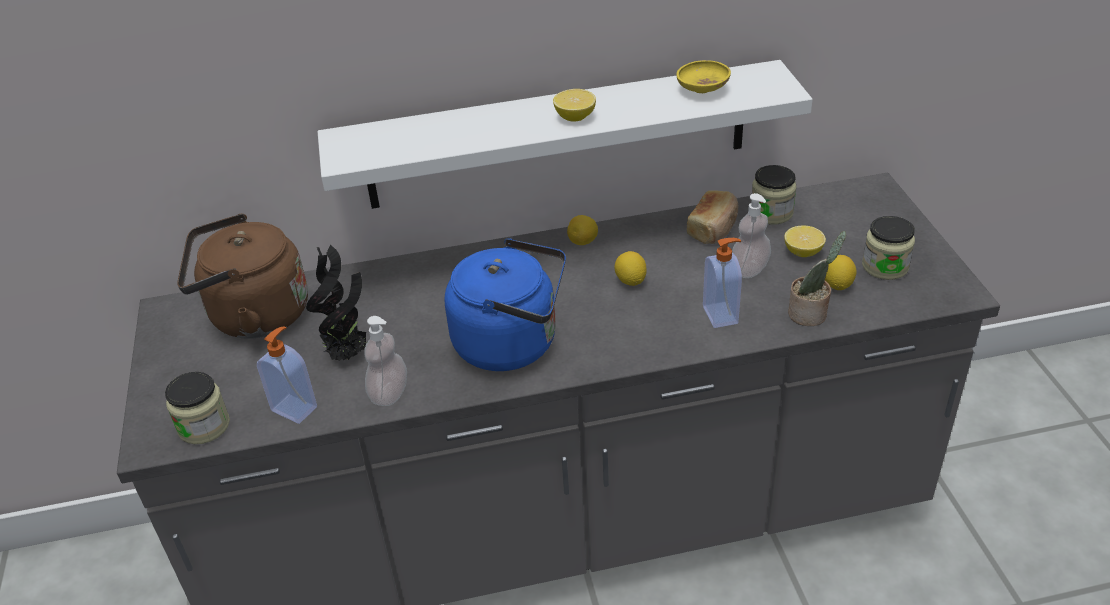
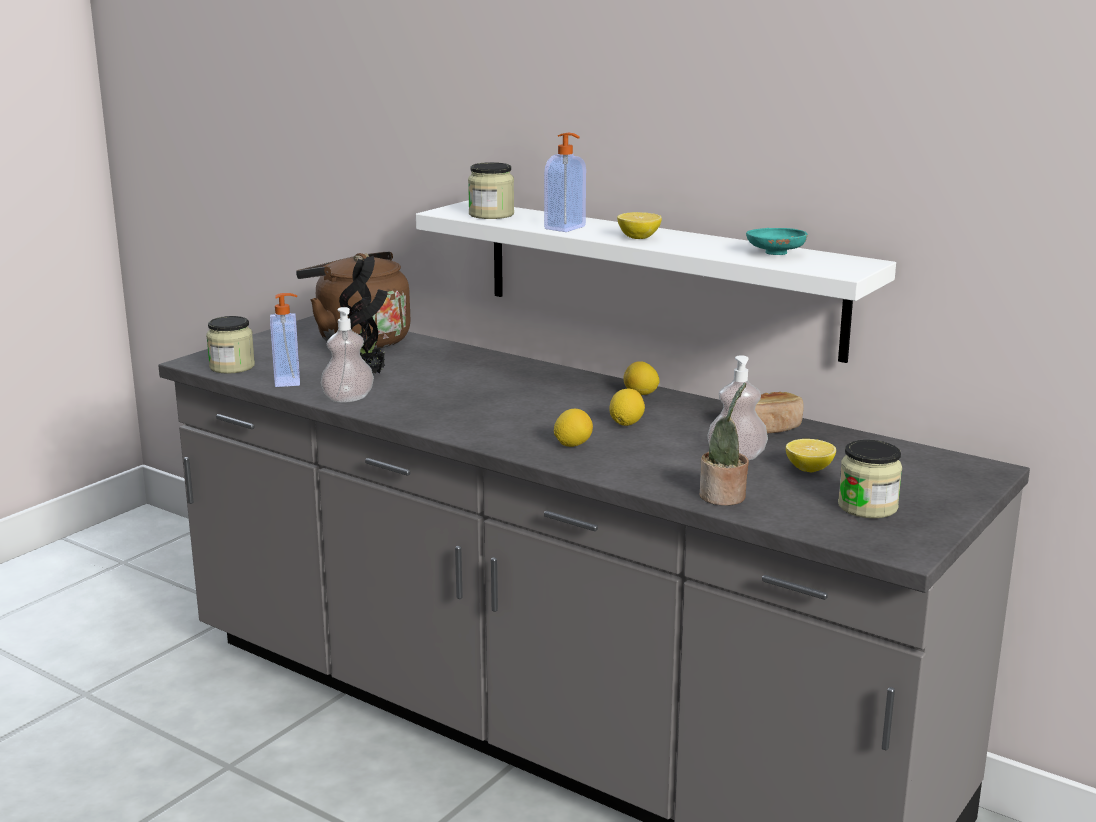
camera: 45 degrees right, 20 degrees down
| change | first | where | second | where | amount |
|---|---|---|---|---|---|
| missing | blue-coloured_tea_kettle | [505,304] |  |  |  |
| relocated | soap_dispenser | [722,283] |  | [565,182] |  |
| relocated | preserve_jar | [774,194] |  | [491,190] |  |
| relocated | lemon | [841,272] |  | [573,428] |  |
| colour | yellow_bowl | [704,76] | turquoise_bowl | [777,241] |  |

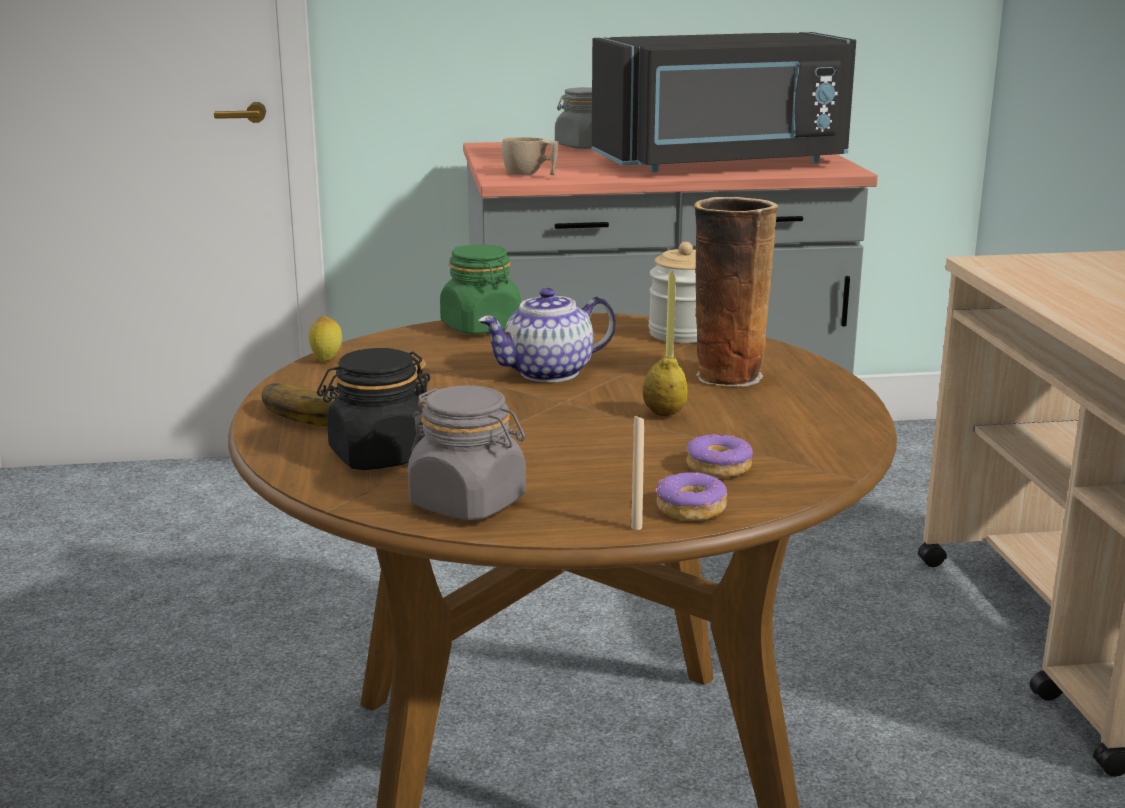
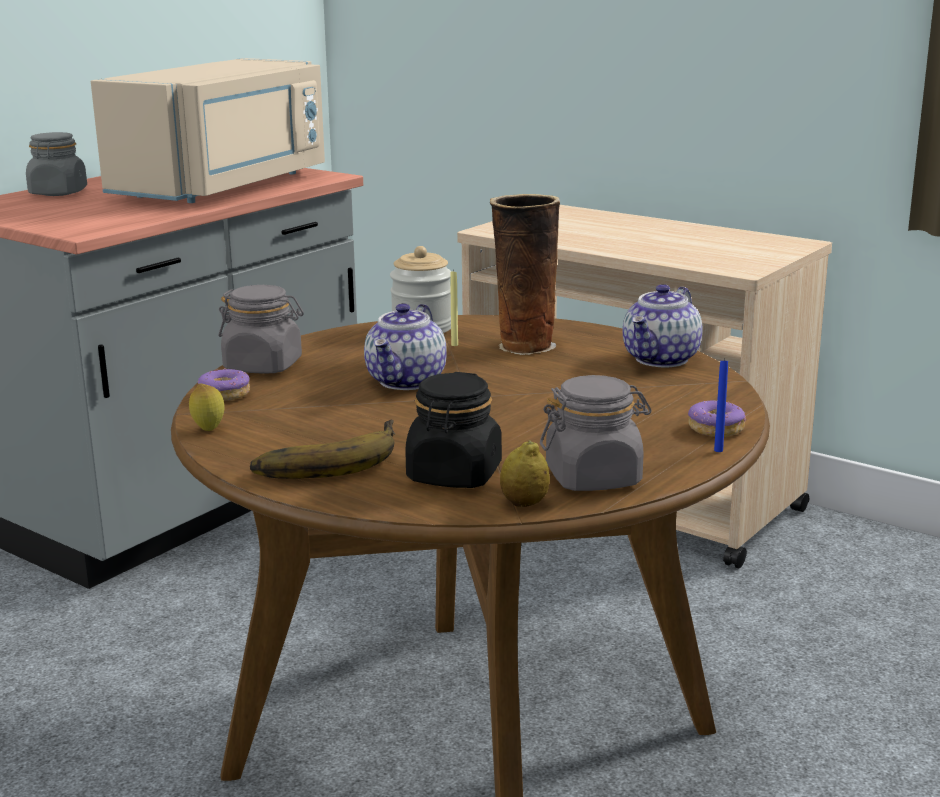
camera: 45 degrees left, 0 degrees up
| change | first | where | second | where | amount |
|---|---|---|---|---|---|
| missing | sand-coloured_cup | [530,156] |  |  |  |
| appeared |  |  | teapot | [663,325] |  |
| relocated | lemon | [665,385] |  | [525,473] |  |
| relocated | donut | [719,456] |  | [224,384] |  |
| colour | greenish_preserve_jar | [480,289] | grey_preserve_jar | [261,329] |  |
| colour | blackish_microwave | [724,102] | sand-coloured_microwave | [208,130] |  |
| colour | sand-coloured_wax_candle | [637,472] | blue-coloured_wax_candle | [721,405] |  |

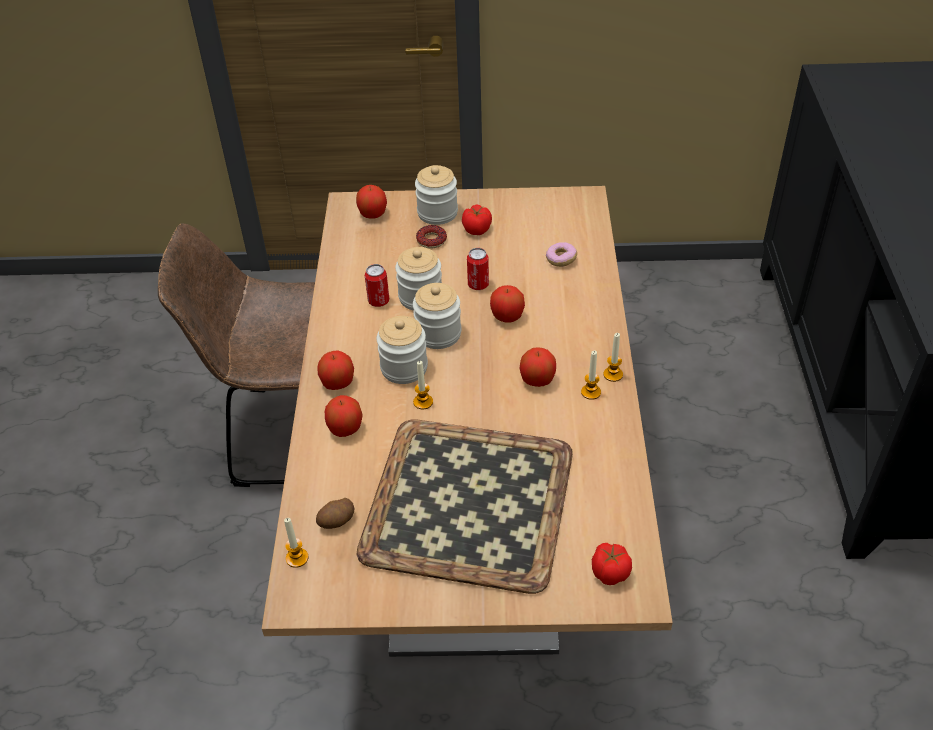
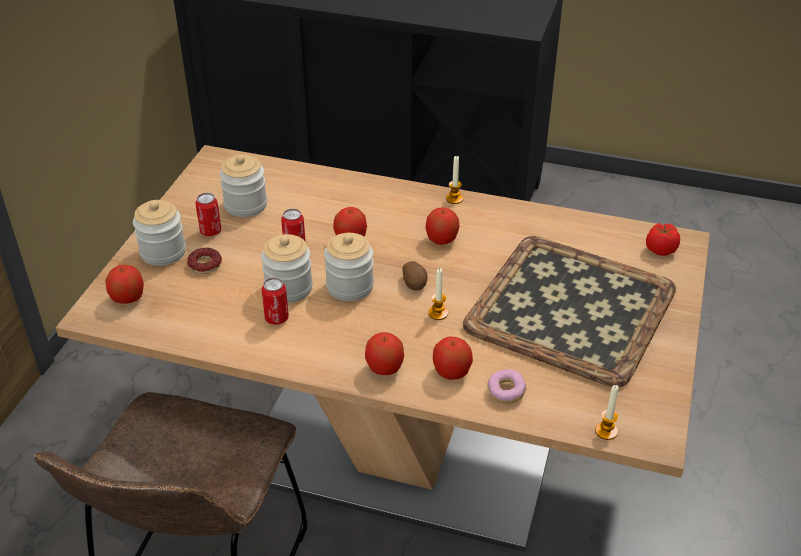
camera: 75 degrees left, 5 degrees down
| change | first | where | second | where | amount |
|---|---|---|---|---|---|
| missing | wax_candle | [591,375] |  |  |  |
| relocated | spud | [335,513] |  | [415,275] |  |
| relocated | preserve_jar | [402,350] |  | [243,186] |  |
| relocated | donut | [561,254] |  | [507,386] |  |
| exchanged | whole_tomato | [477,219] | metal_can | [208,214] |  |

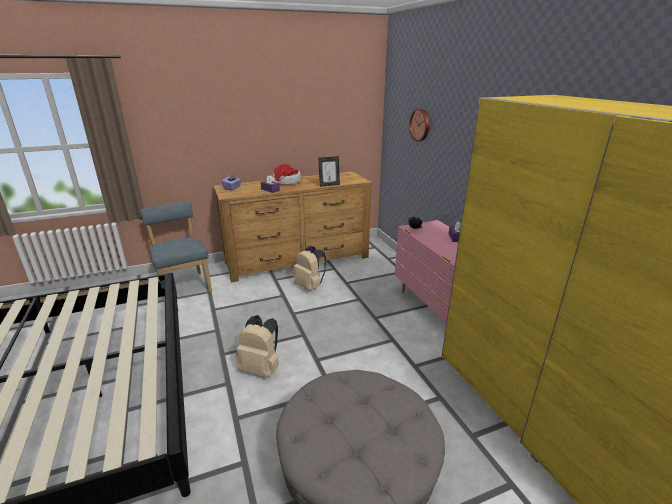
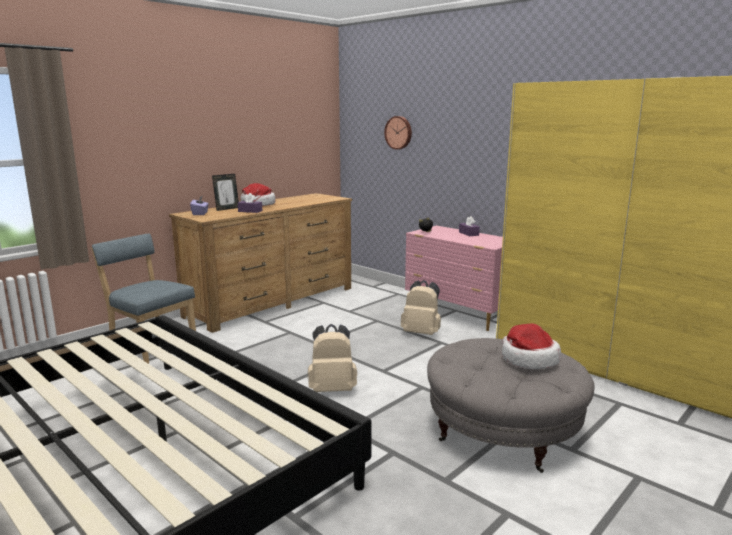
camera: 25 degrees left, 10 degrees down
| change | first | where | second | where | amount |
|---|---|---|---|---|---|
| appeared |  |  | clothing_hat | [531,346] |  |
| relocated | sand-coloured_rucksack | [309,268] |  | [421,307] |  |
| relocated | picture_frame | [329,171] |  | [225,192] |  |

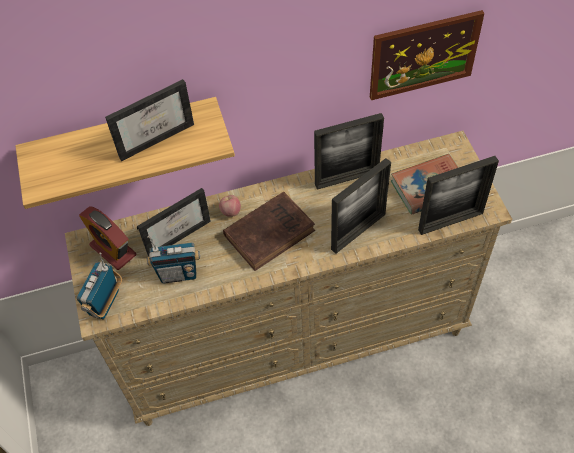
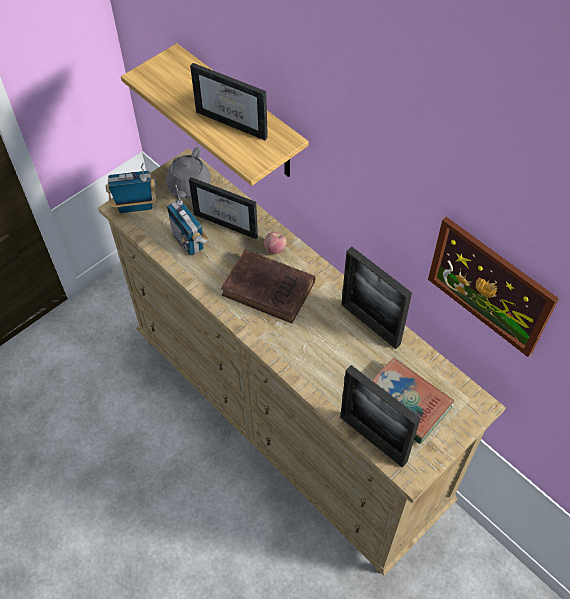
camera: 60 degrees right, 0 degrees up
| change | first | where | second | where | amount |
|---|---|---|---|---|---|
| missing | picture_frame | [361,206] |  |  |  |
| exchanged | alarm_clock | [107,238] | grey_teapot | [188,173] |  |

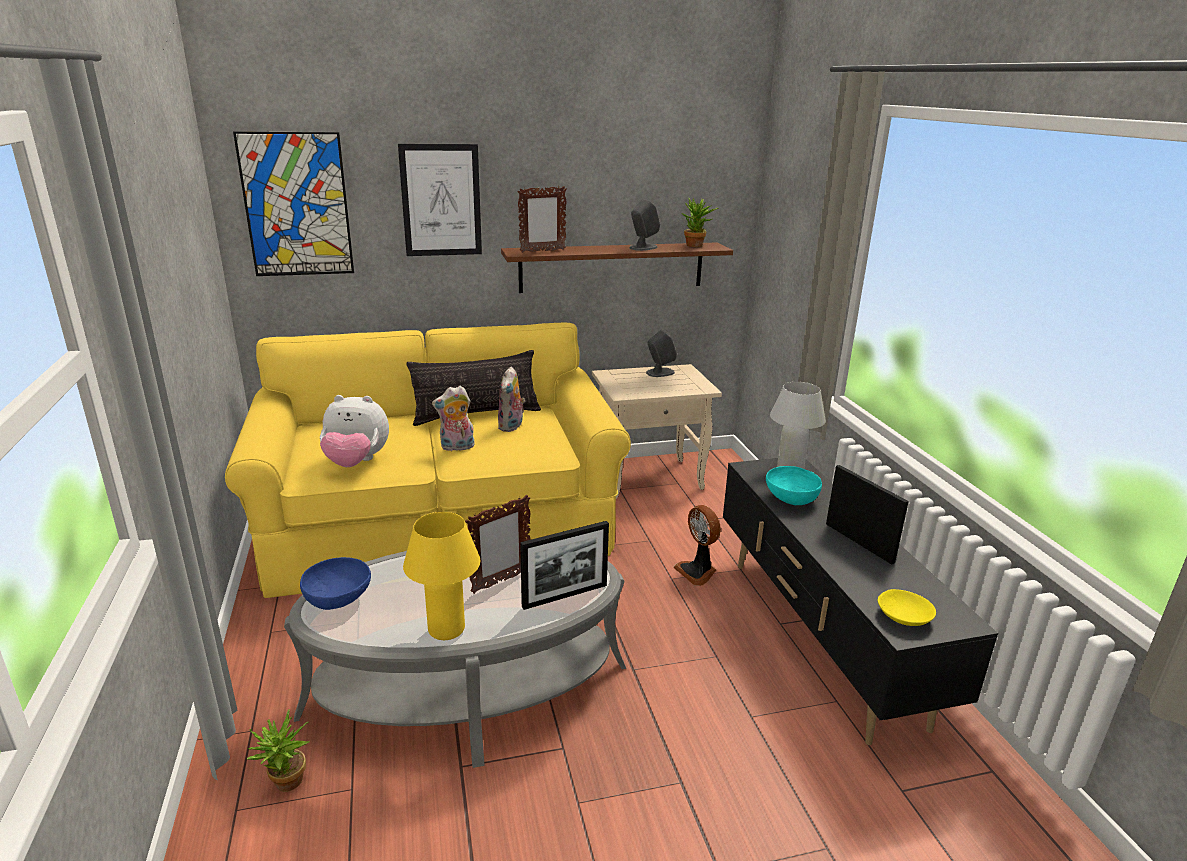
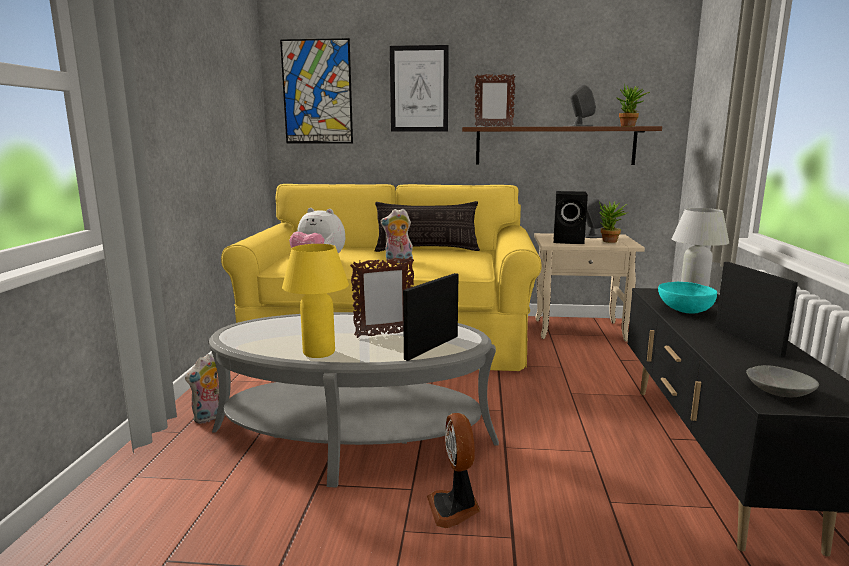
camera: 20 degrees right, 10 degrees down
| change | first | where | second | where | amount |
|---|---|---|---|---|---|
| missing | blue-coloured_bowl | [335,583] |  |  |  |
| appeared |  |  | blackish_loudspeaker | [571,217] |  |
| relocated | plant_in_a_pot | [278,750] |  | [613,222] |  |
| relocated | soft_toy | [511,399] |  | [202,389] |  |
| relocated | fan | [697,545] |  | [454,470] |  |
| colour | yellow_bowl | [907,607] | grey_bowl | [782,381] |  |
| spun | picture_frame | [564,565] |  | [430,317] | 135 degrees clockwise |

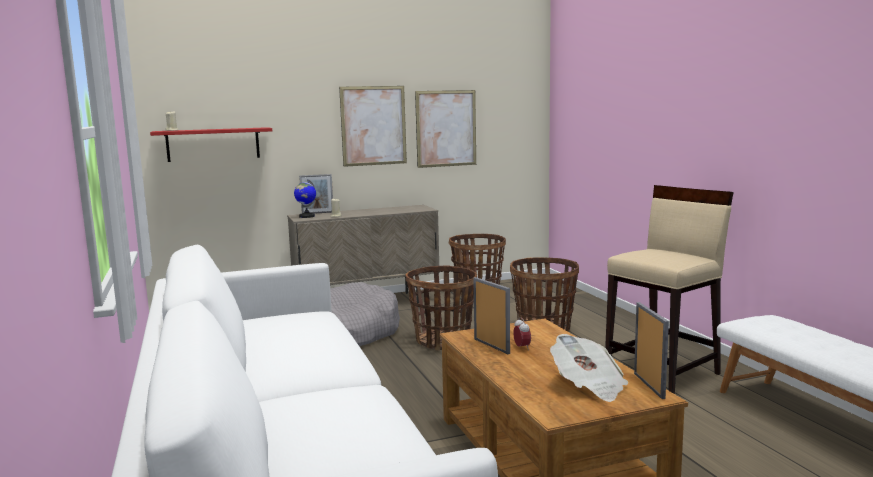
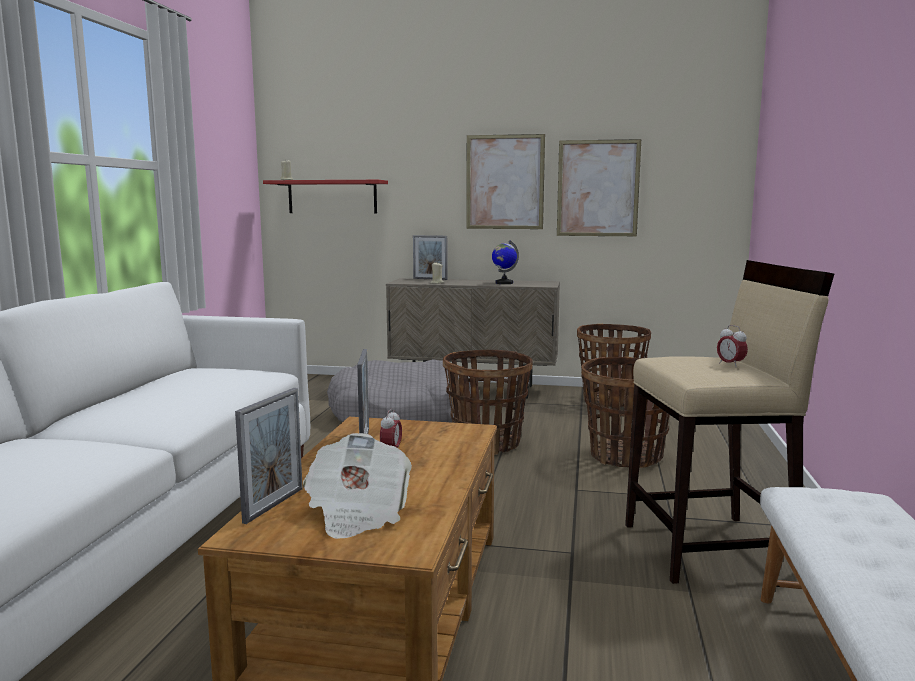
camera: 30 degrees right, 0 degrees up
| change | first | where | second | where | amount |
|---|---|---|---|---|---|
| appeared |  |  | alarm_clock | [732,345] |  |
| relocated | globe | [305,198] |  | [505,262] |  |
| relocated | picture_frame | [651,350] |  | [269,456] |  |

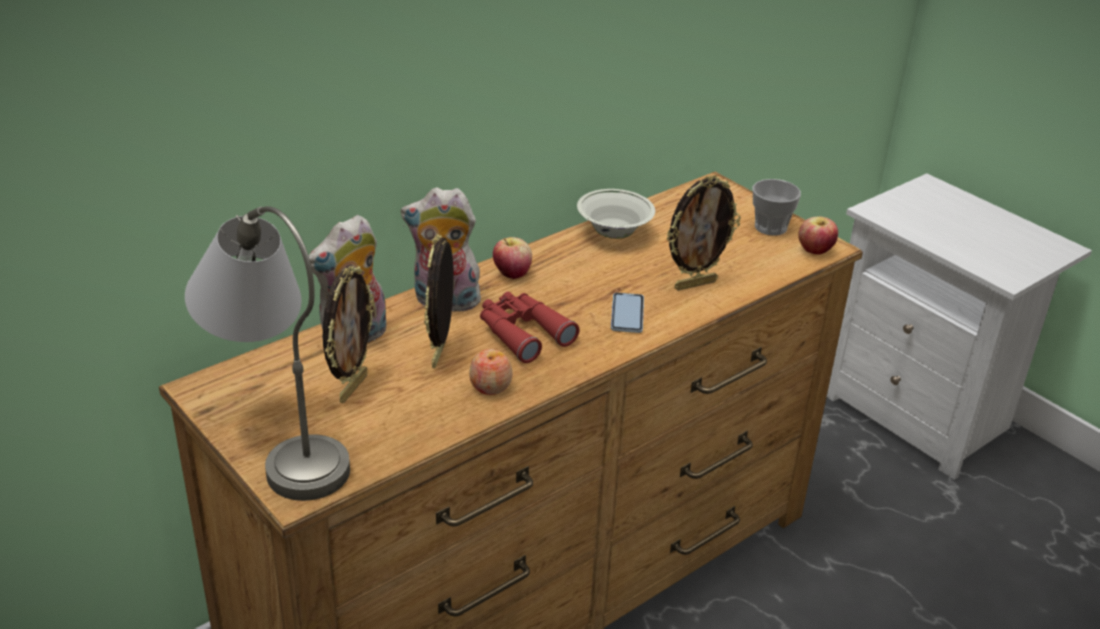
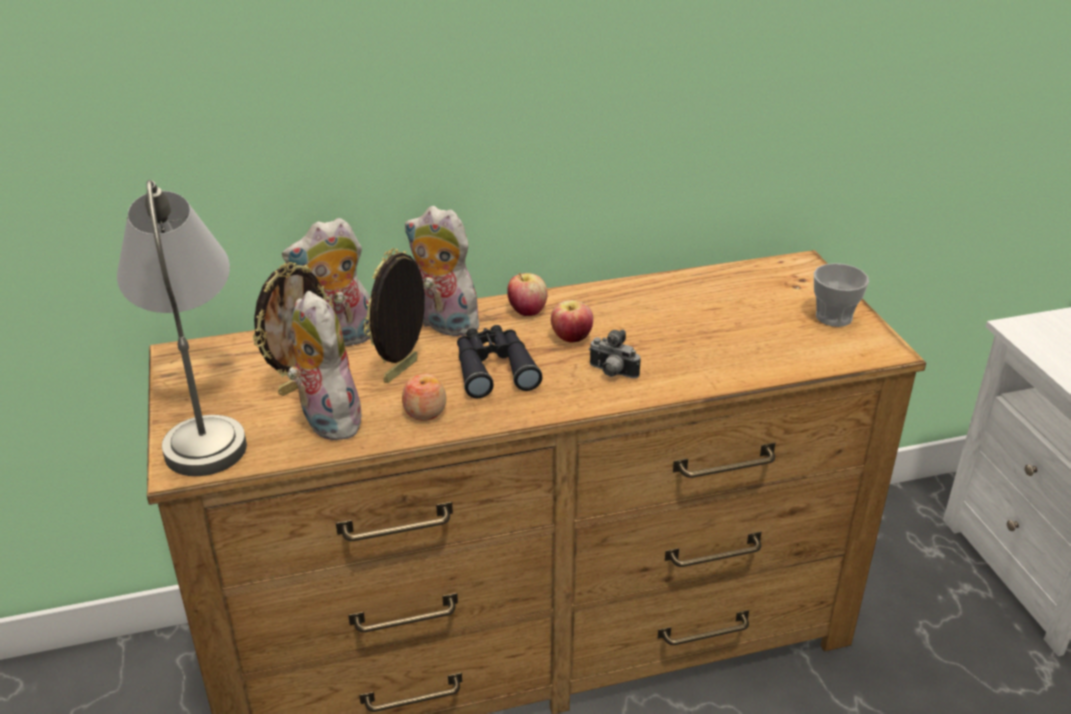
camera: 25 degrees right, 0 degrees up
| change | first | where | second | where | amount |
|---|---|---|---|---|---|
| missing | white-coloured_bowl | [616,214] |  |  |  |
| missing | picture_frame | [703,233] |  |  |  |
| appeared |  |  | soft_toy | [325,365] |  |
| relocated | apple | [818,235] |  | [572,321] |  |
| exchanged | handset | [627,313] | still_camera | [615,353] |  |
| colour | red-coloured_binoculars | [529,327] | blackish_binoculars | [499,361] |  |

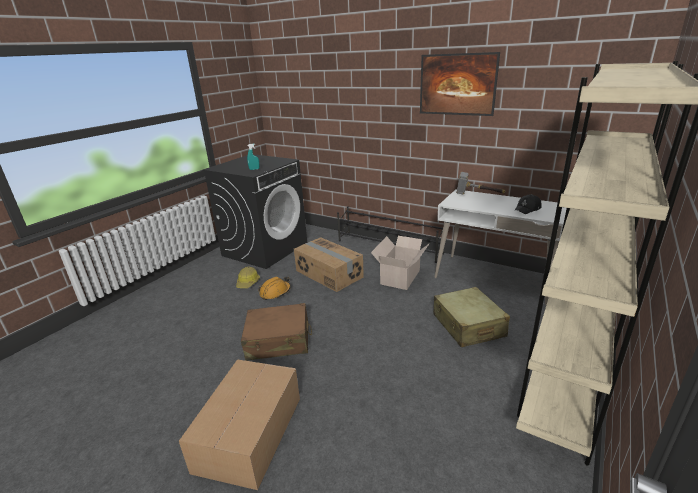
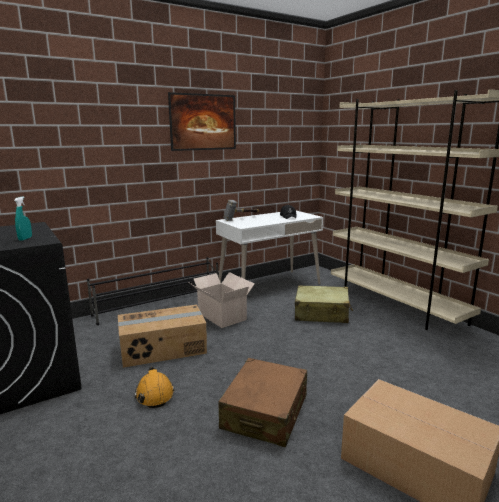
camera: 65 degrees left, 10 degrees down
| change | first | where | second | where | amount |
|---|---|---|---|---|---|
| missing | work_helmet | [248,277] |  |  |  |

